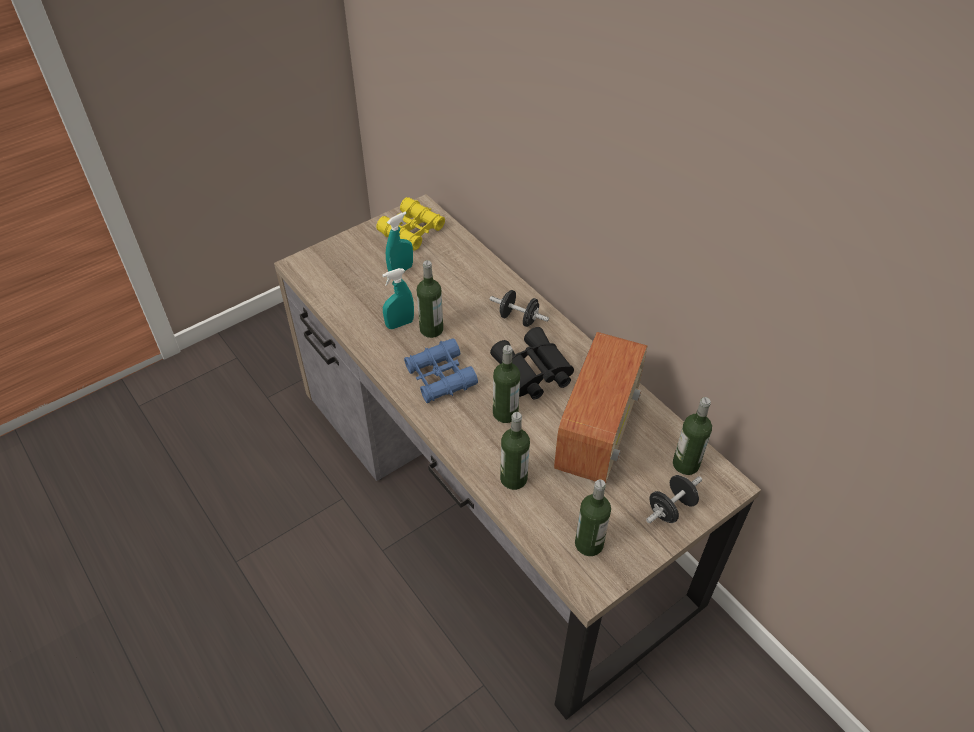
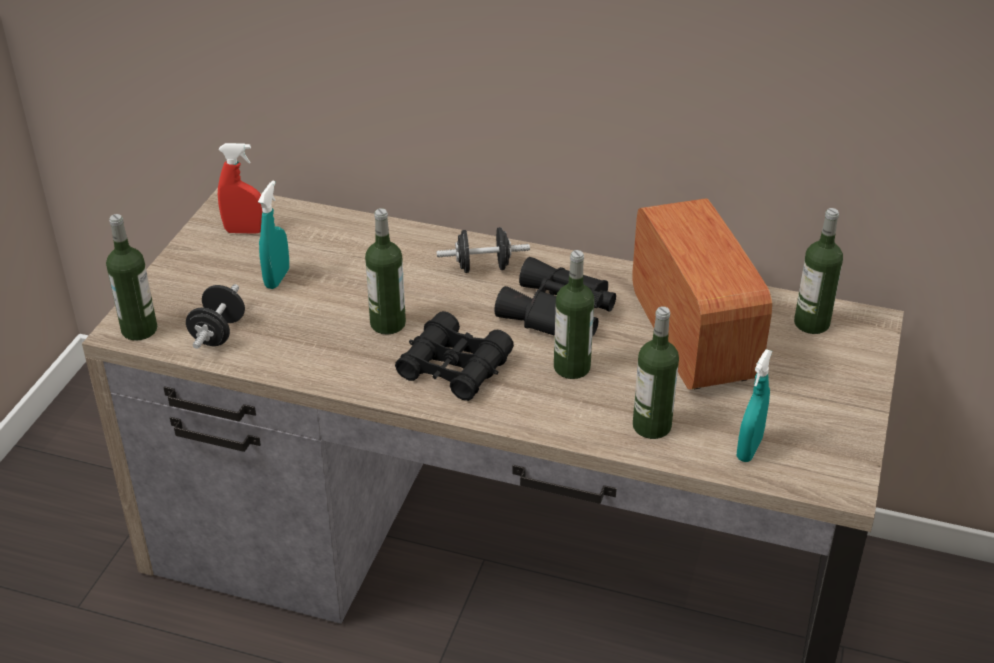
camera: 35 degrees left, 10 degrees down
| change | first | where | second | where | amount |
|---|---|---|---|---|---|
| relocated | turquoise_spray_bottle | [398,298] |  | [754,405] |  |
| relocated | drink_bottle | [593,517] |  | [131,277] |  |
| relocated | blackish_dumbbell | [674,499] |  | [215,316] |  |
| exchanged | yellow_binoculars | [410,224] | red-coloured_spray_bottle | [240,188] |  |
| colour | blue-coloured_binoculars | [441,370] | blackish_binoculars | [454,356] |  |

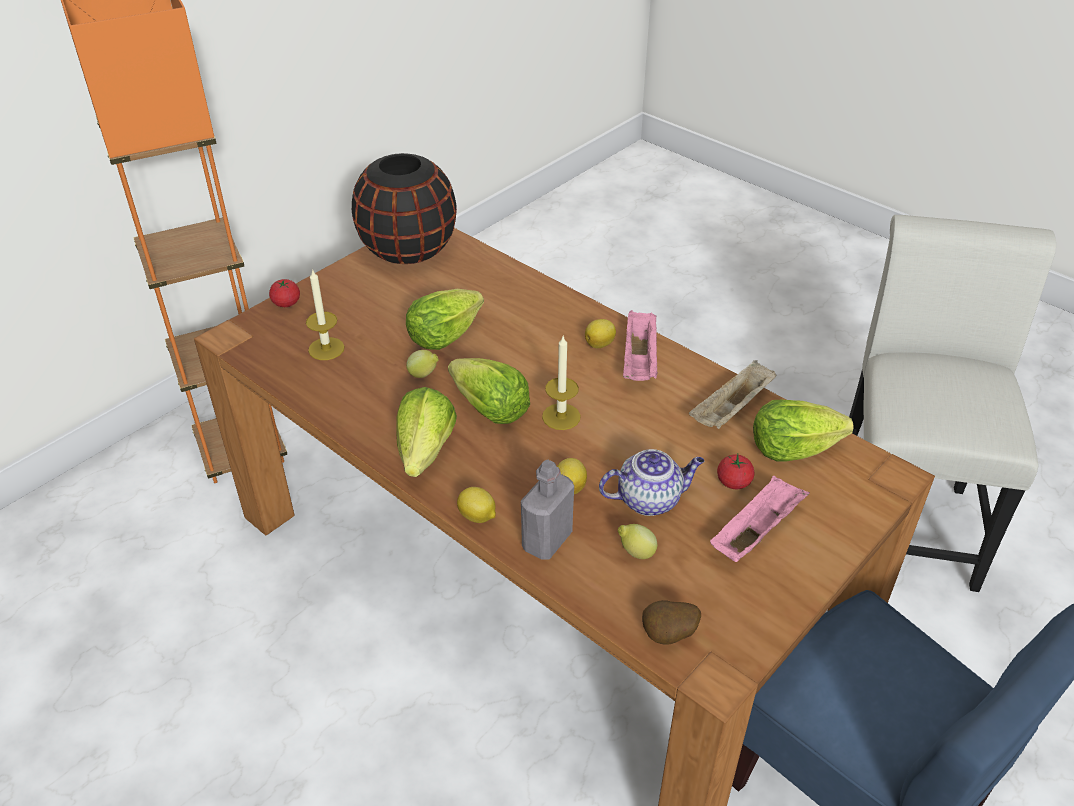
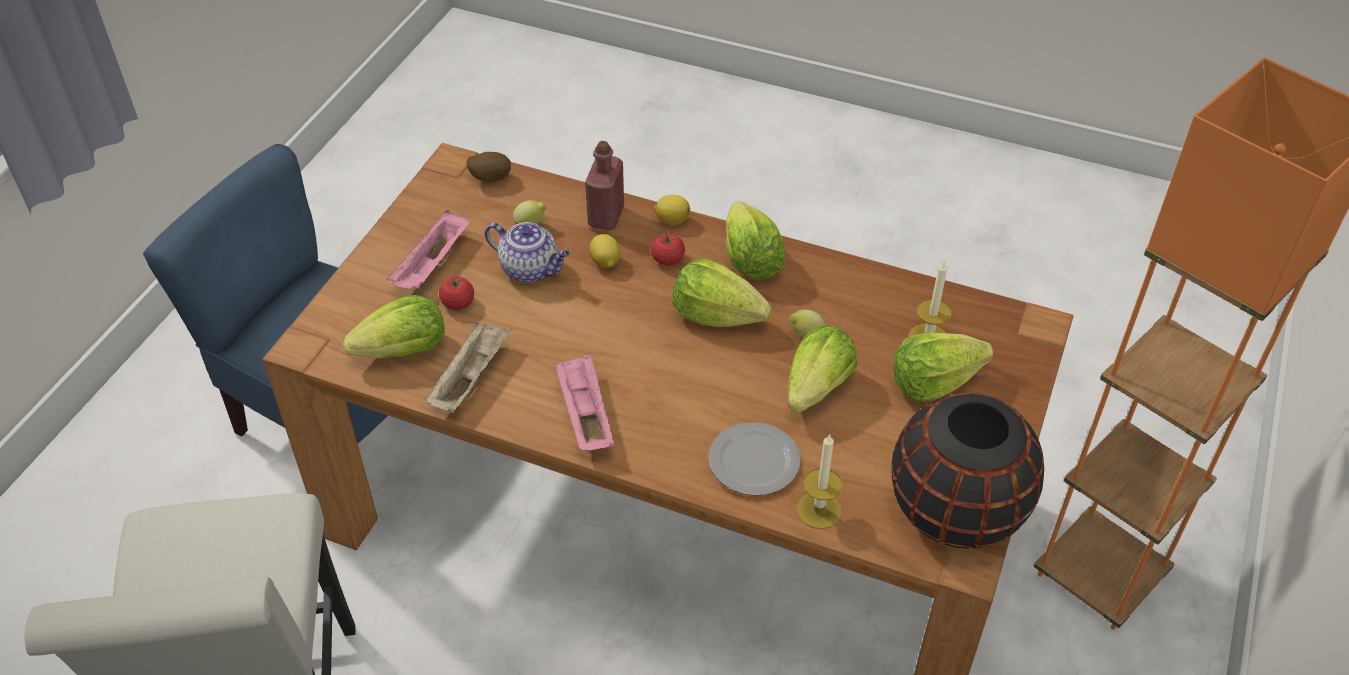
camera: 160 degrees right, 5 degrees up
| change | first | where | second | where | amount |
|---|---|---|---|---|---|
| missing | lemon | [600,333] |  |  |  |
| appeared |  |  | plate | [755,459] |  |
| appeared |  |  | head_of_lettuce | [943,367] |  |
| relocated | whole_tomato | [284,293] |  | [668,248] |  |
| relocated | wax_candle | [561,383] |  | [819,481] |  |
| colour | grey_drink_bottle | [547,510] | red-coloured_drink_bottle | [604,185] |  |
| spun | teapot | [651,482] |  | [527,252] | 120 degrees counterclockwise |

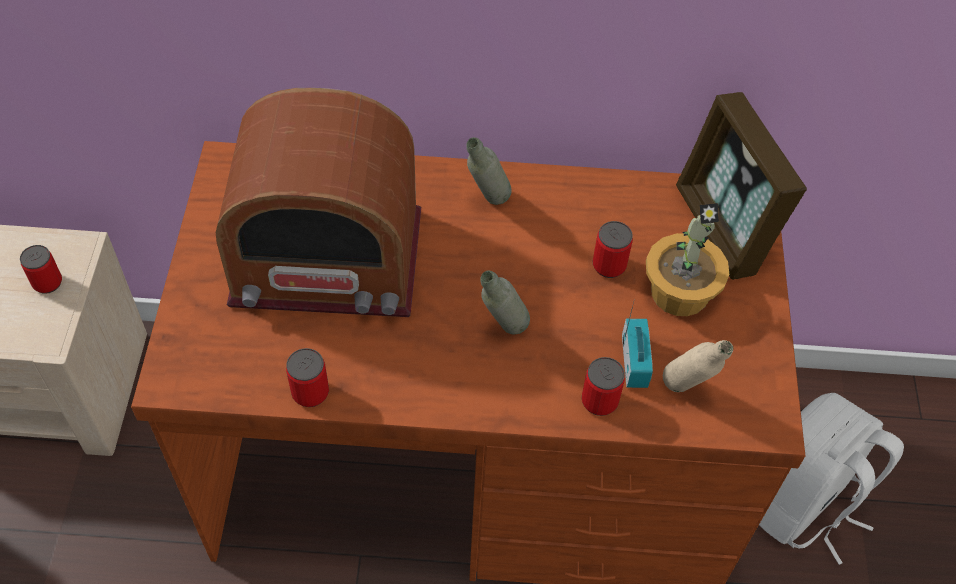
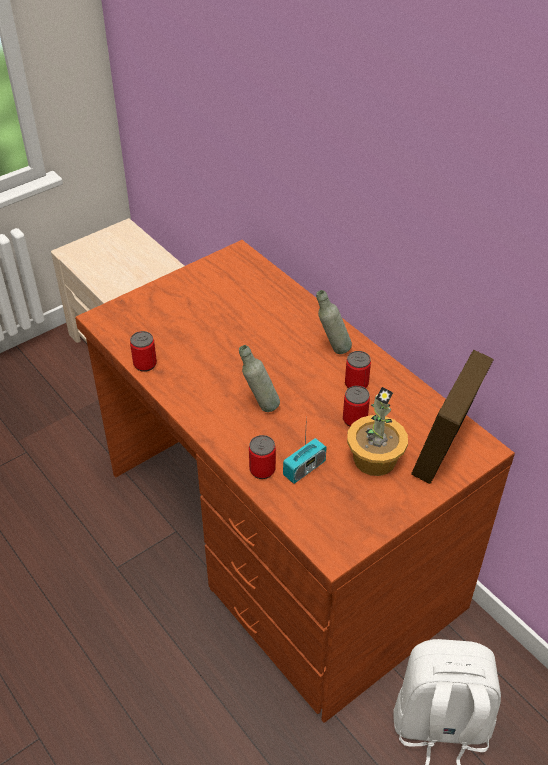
camera: 50 degrees right, 10 degrees down
| change | first | where | second | where | amount |
|---|---|---|---|---|---|
| missing | radio_set | [318,202] |  |  |  |
| missing | sand-coloured_drink_bottle | [698,366] |  |  |  |
| relocated | metal_can | [41,269] |  | [358,369] |  |

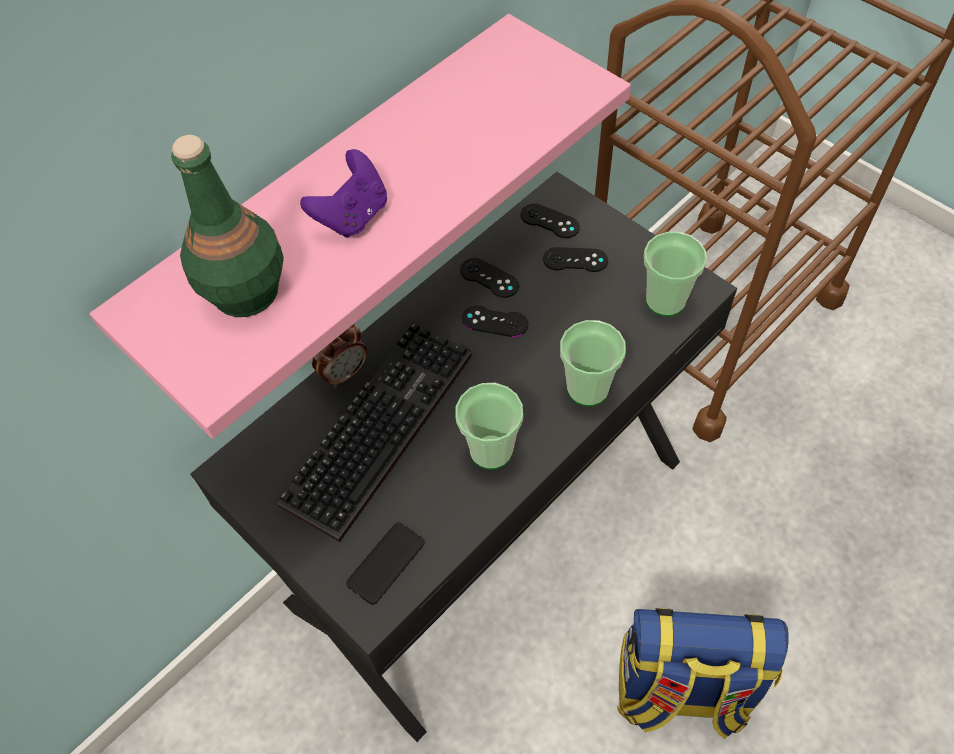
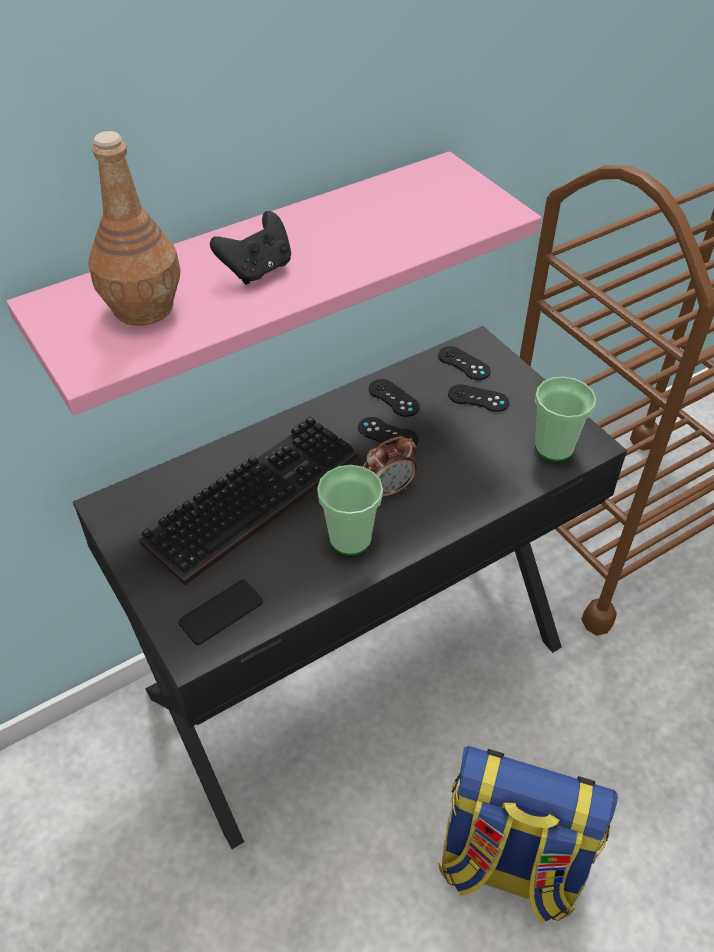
camera: 10 degrees right, 10 degrees down
| change | first | where | second | where | amount |
|---|---|---|---|---|---|
| missing | cup | [593,363] |  |  |  |
| relocated | alarm_clock | [339,356] |  | [390,466] |  |
| colour | greenish_drink_bottle | [227,226] | brownish_drink_bottle | [134,228] |  |
| colour | purple-coloured_joypad | [343,193] | blackish_joypad | [250,247] |  |

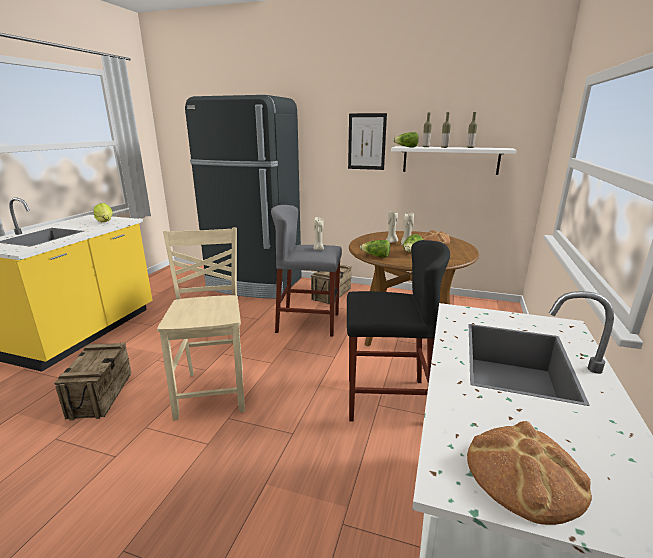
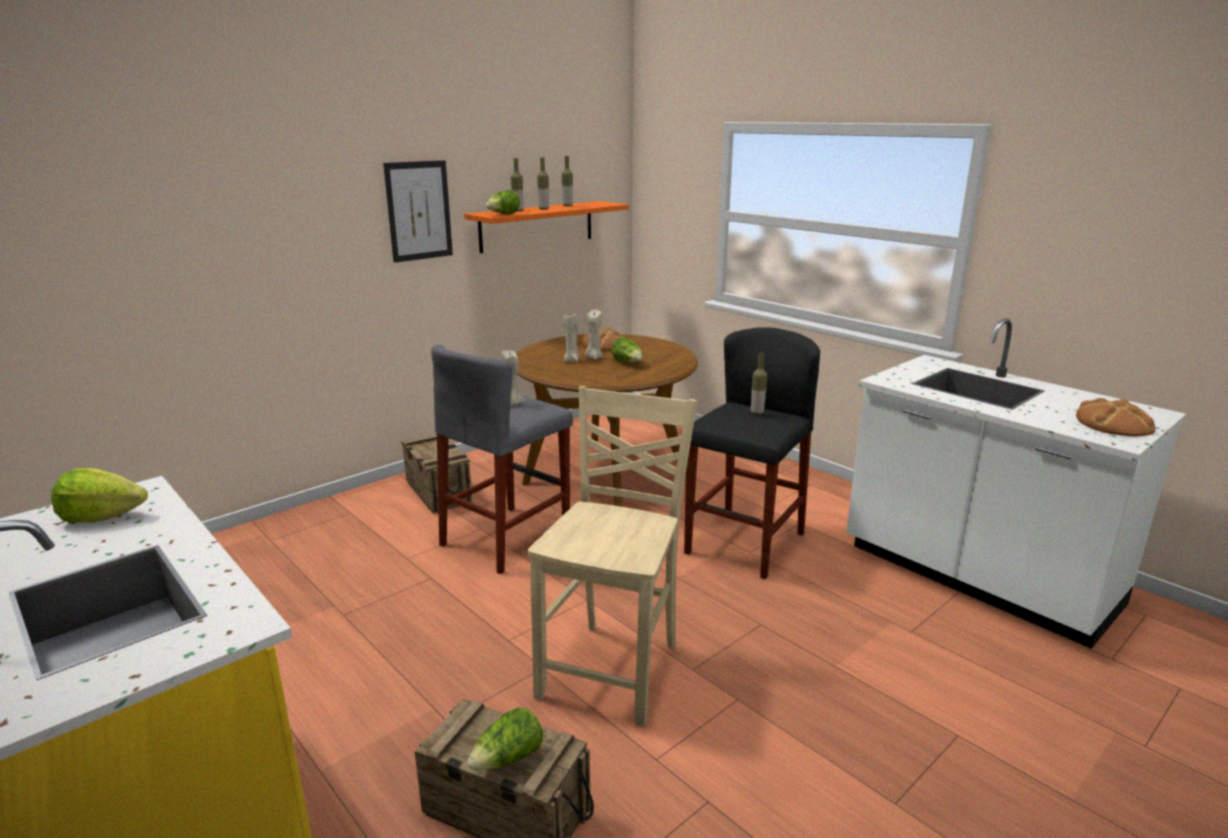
camera: 60 degrees left, 0 degrees up
| change | first | where | second | where | amount |
|---|---|---|---|---|---|
| missing | blackish_refrigerator | [243,197] |  |  |  |
| appeared |  |  | drink_bottle | [759,383] |  |
| relocated | head_of_lettuce | [375,249] |  | [505,739] |  |
| colour | white-coloured_bracket_shelf | [454,160] | orange-coloured_bracket_shelf | [546,227] |  |
| spun | sand-coloured_chair | [201,324] |  | [612,556] | 90 degrees clockwise |

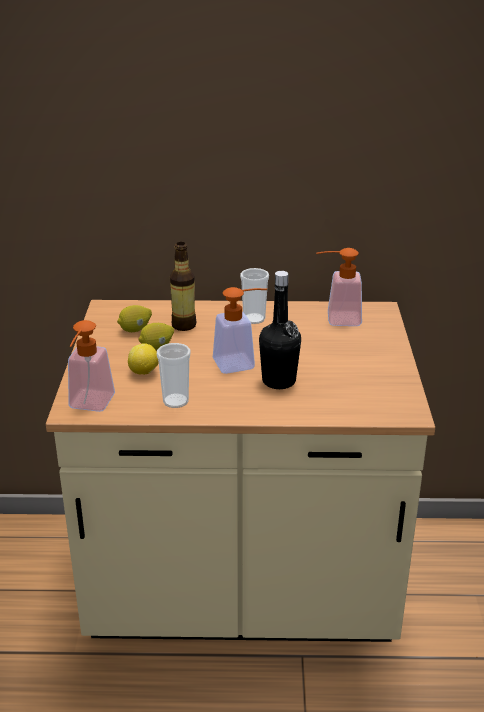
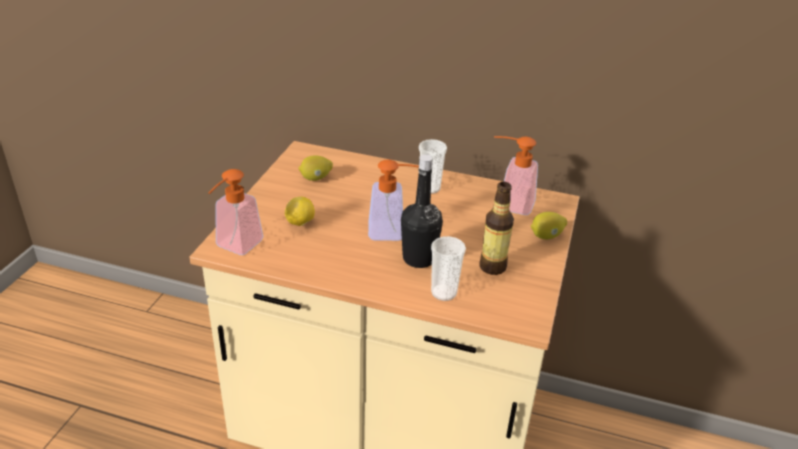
camera: 15 degrees right, 5 degrees up
| change | first | where | second | where | amount |
|---|---|---|---|---|---|
| relocated | lemon | [156,337] |  | [549,225] |  |
| relocated | cup | [174,375] |  | [448,268] |  |
| relocated | drink_bottle | [183,286] |  | [496,228] |  |

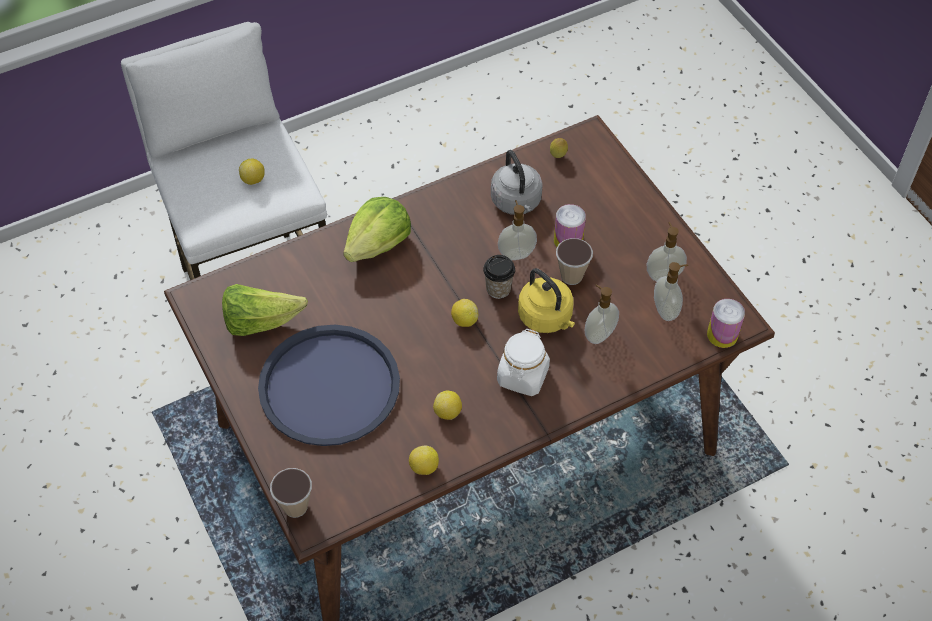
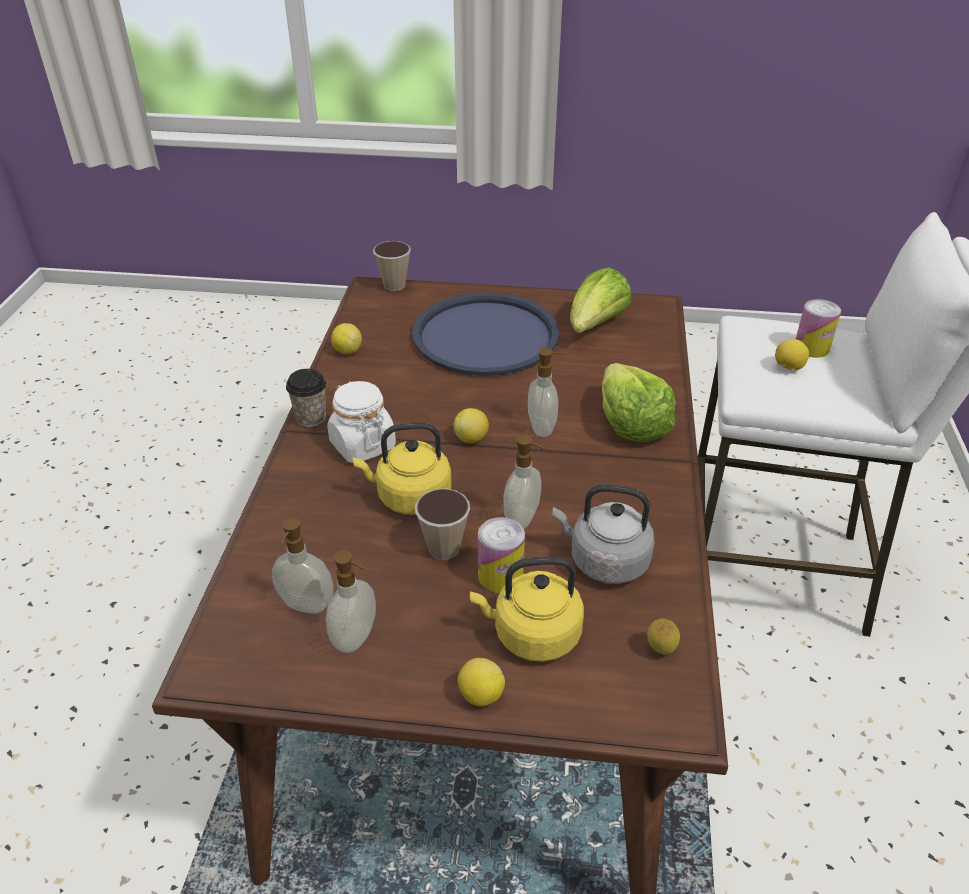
camera: 125 degrees right, 15 degrees down
| change | first | where | second | where | amount |
|---|---|---|---|---|---|
| appeared |  |  | yellow_tea_kettle | [526,609] |  |
| relocated | lemon | [447,405] |  | [481,682] |  |
| relocated | cup | [499,277] |  | [306,398] |  |
| relocated | soap_dispenser | [602,314] |  | [546,392] |  |
| relocated | metal_can | [726,323] |  | [818,328] |  |

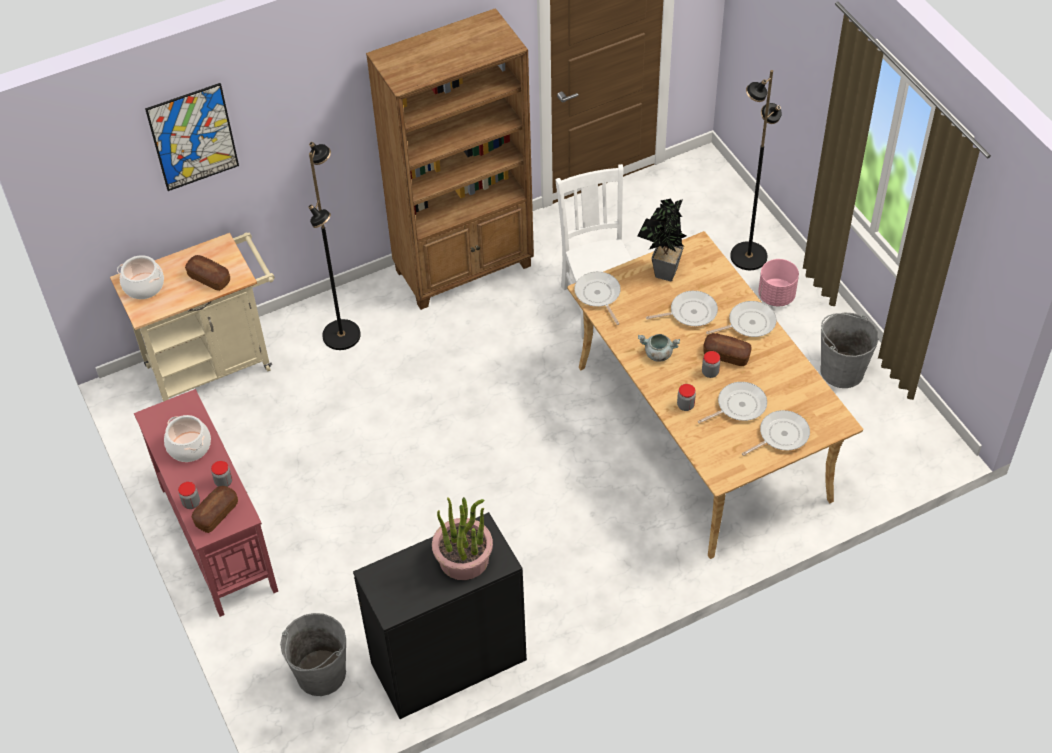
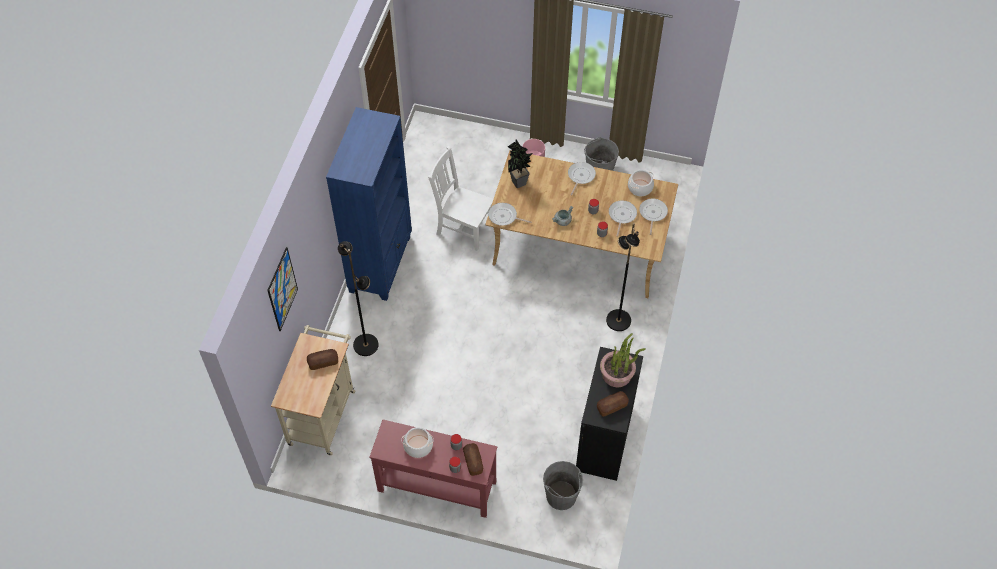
camera: 50 degrees left, 5 degrees up
| change | first | where | second | where | amount |
|---|---|---|---|---|---|
| missing | frying_pan | [682,308] |  |  |  |
| relocated | stockpot | [140,277] |  | [641,183] |  |
| relocated | baked_bread | [727,349] |  | [613,404] |  |
| relocated | blackish_standard_lamp | [756,170] |  | [623,277] |  |
| colour | brownish_shelving_unit | [450,159] | blue-coloured_shelving_unit | [369,204] |  |

